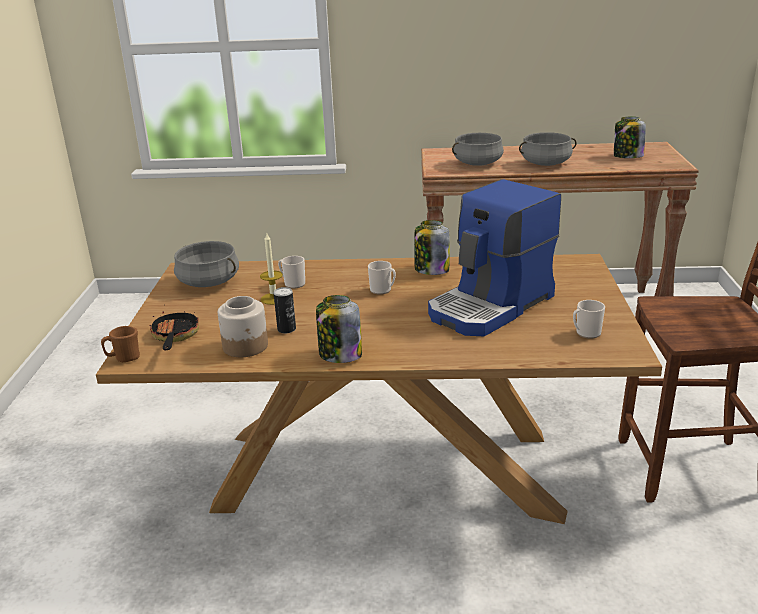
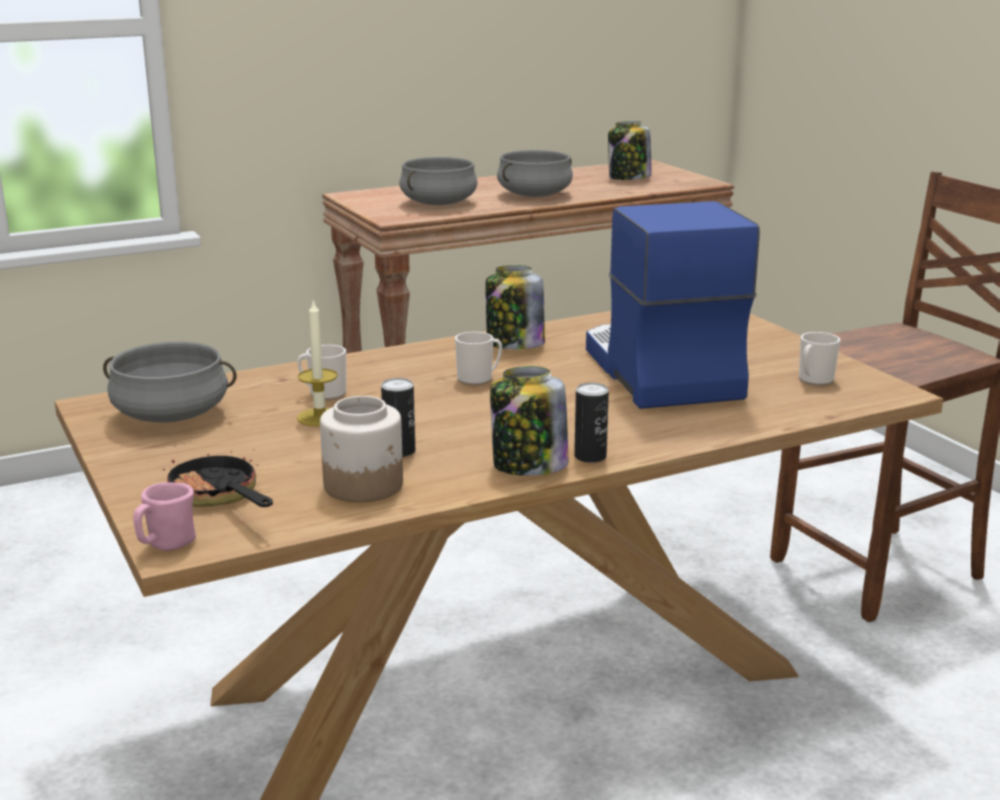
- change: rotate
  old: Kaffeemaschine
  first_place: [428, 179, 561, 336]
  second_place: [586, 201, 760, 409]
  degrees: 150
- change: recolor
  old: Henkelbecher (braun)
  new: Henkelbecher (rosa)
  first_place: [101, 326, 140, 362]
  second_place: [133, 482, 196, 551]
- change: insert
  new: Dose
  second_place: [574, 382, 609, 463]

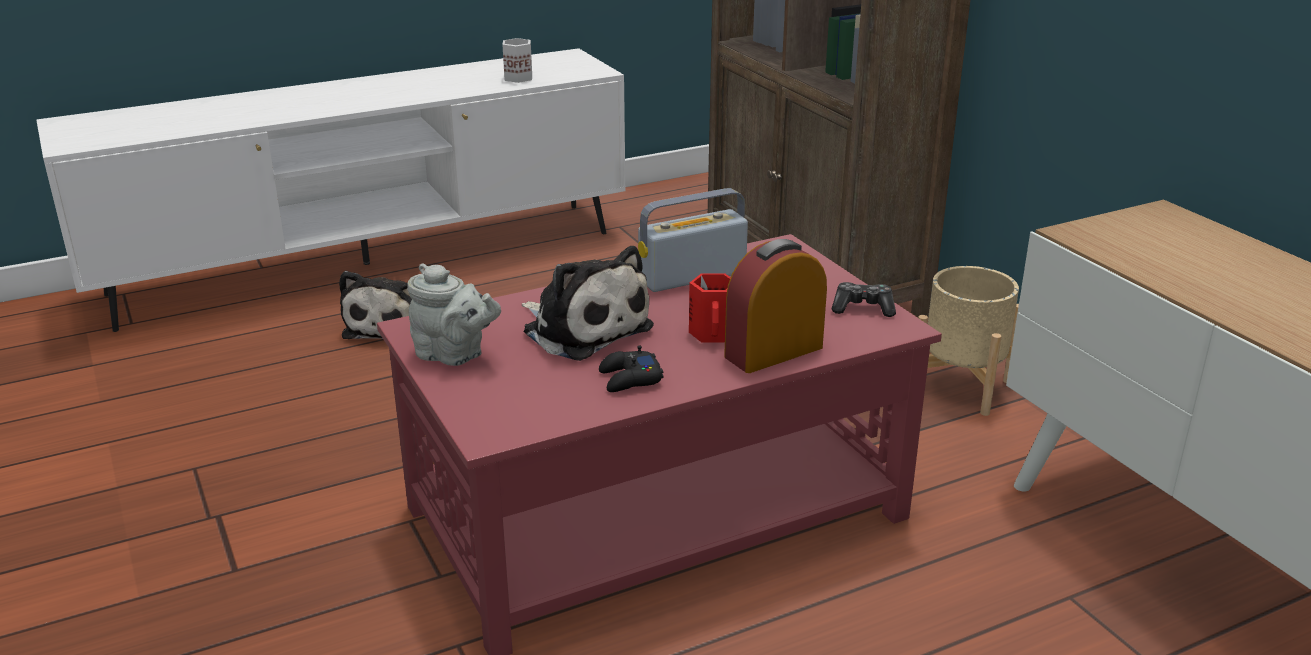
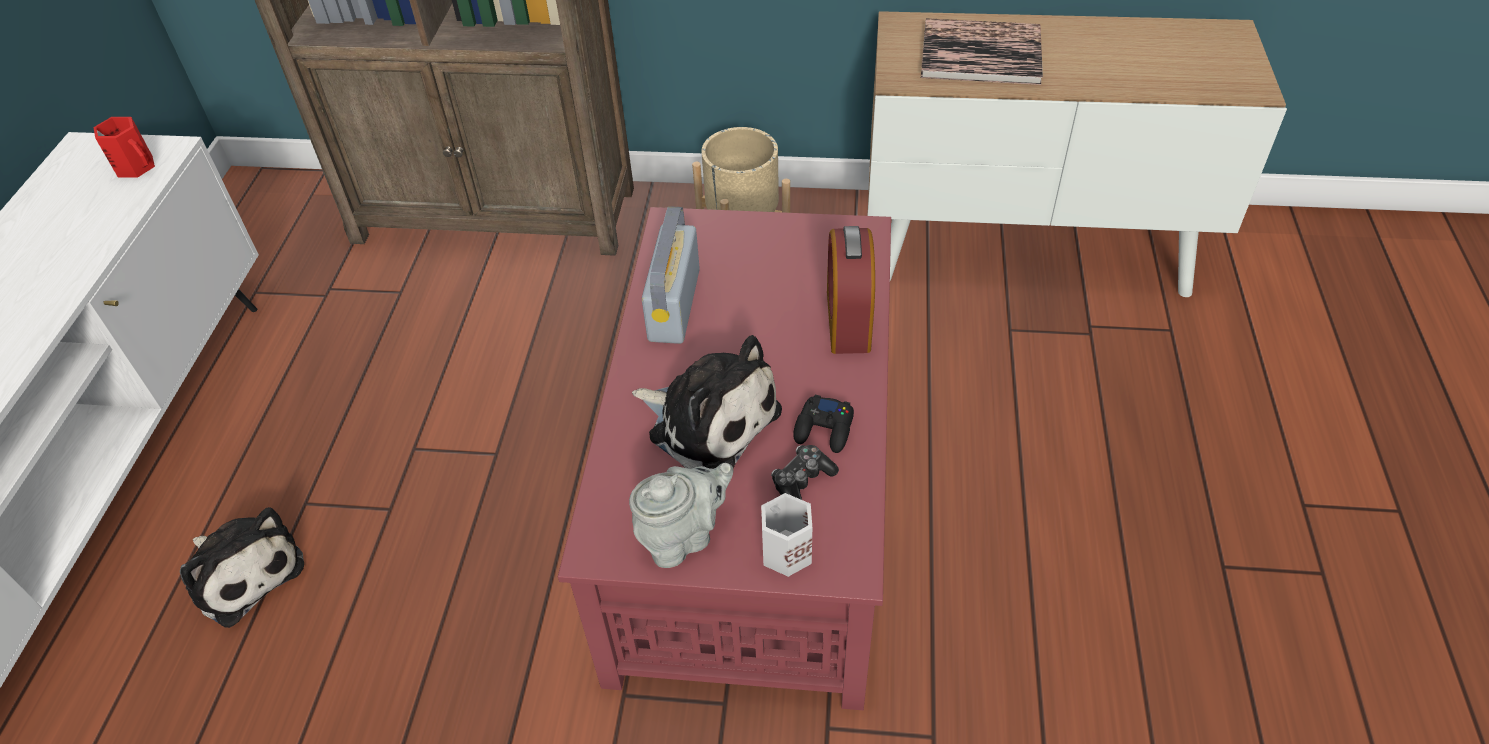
- change: move
  old: Henkelbecher (weiß)
  first_place: [502, 38, 532, 83]
  second_place: [761, 493, 812, 577]
- change: rotate
  old: Plüschtier
  first_place: [522, 246, 654, 361]
  second_place: [632, 335, 782, 469]
  degrees: 45
- change: move
  old: Henkelbecher (rot)
  first_place: [689, 274, 731, 342]
  second_place: [93, 117, 155, 178]
- change: move
  old: Gamepad
  first_place: [832, 282, 896, 317]
  second_place: [771, 445, 839, 500]
- change: insert
  new: Buch
  second_place: [921, 18, 1043, 85]

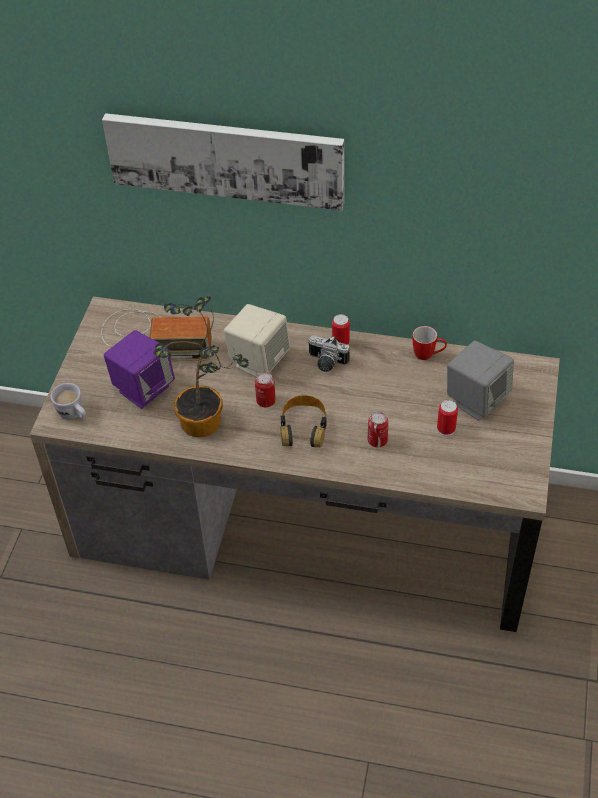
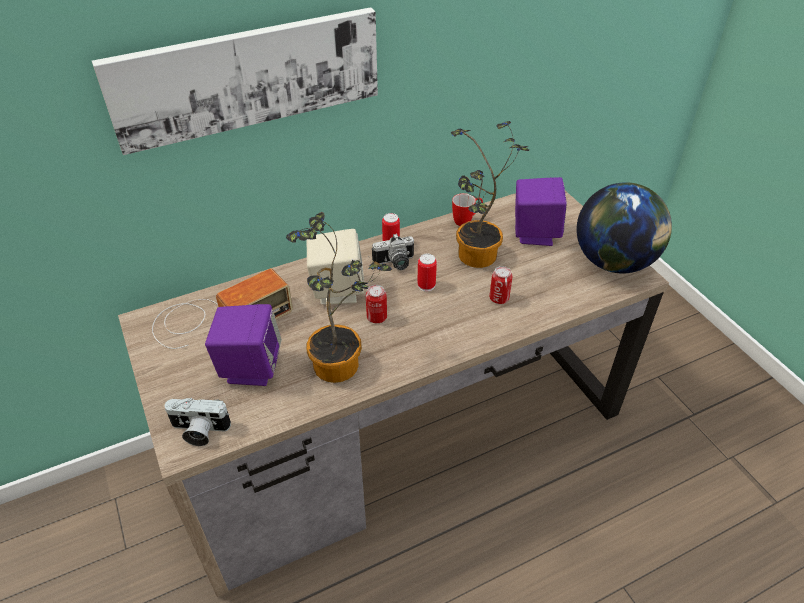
- change: recolor
  old: Lautsprecher (grau)
  new: Lautsprecher (lila)
  first_place: [447, 340, 514, 421]
  second_place: [515, 177, 567, 246]
- change: replace
  old: Henkelbecher (weiß)
  new: Kamera
  first_place: [50, 383, 86, 420]
  second_place: [165, 398, 231, 446]
- change: delete
  old: Kopfhörer
  first_place: [280, 395, 327, 447]
- change: move
  old: Dose
  first_place: [437, 400, 458, 436]
  second_place: [417, 254, 437, 292]
- change: insert
  new: Topfpflanze
  second_place: [451, 121, 530, 268]
- change: insert
  new: Globus
  second_place: [577, 182, 672, 273]

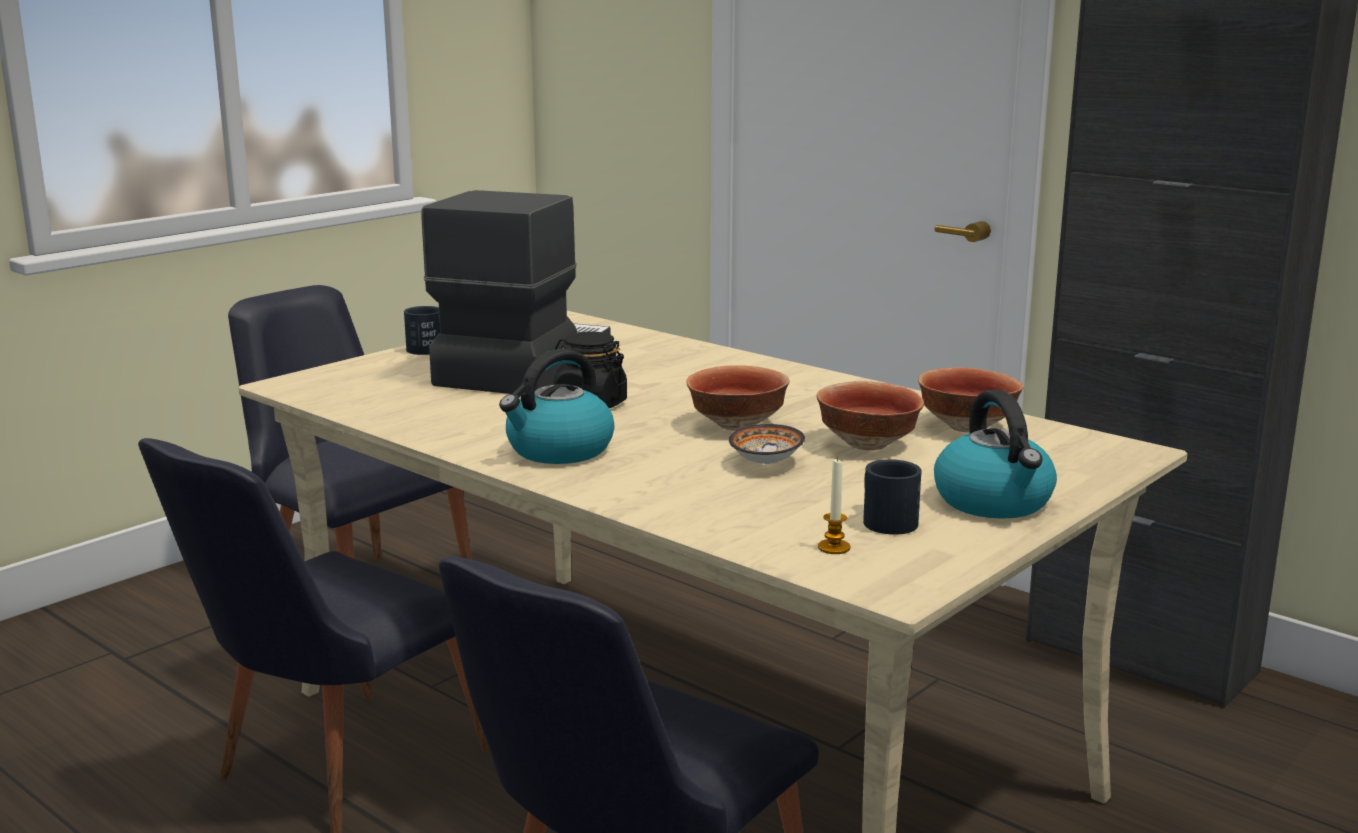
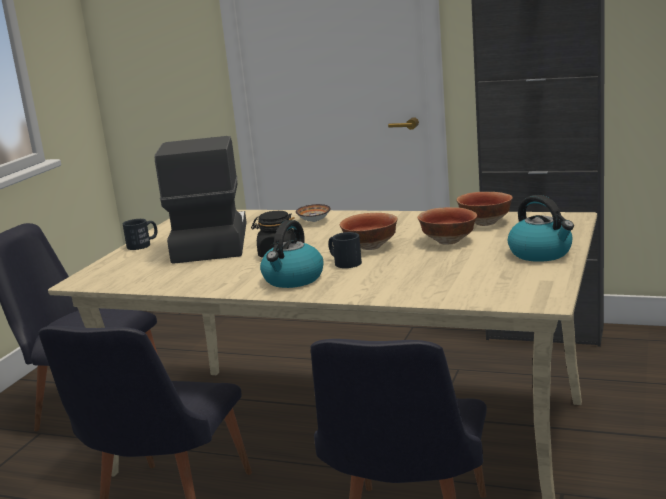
- change: move
  old: Schüssel
  first_place: [729, 424, 805, 464]
  second_place: [296, 204, 331, 222]
- change: delete
  old: Kerze
  first_place: [818, 457, 850, 554]
- change: move
  old: Henkelbecher (schwarz)
  first_place: [863, 459, 922, 535]
  second_place: [329, 232, 362, 268]

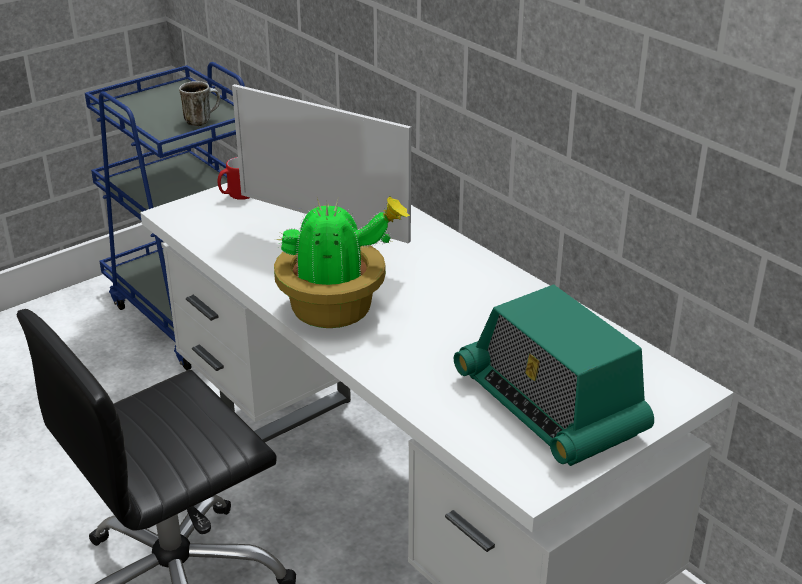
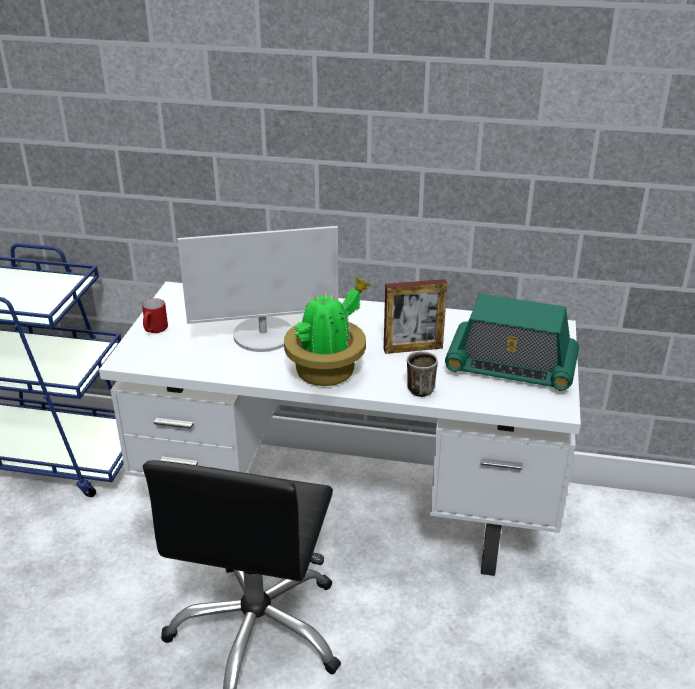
- change: move
  old: Henkelbecher
  first_place: [179, 81, 220, 126]
  second_place: [407, 351, 438, 397]
- change: insert
  new: Bilderrahmen
  second_place: [384, 279, 447, 354]

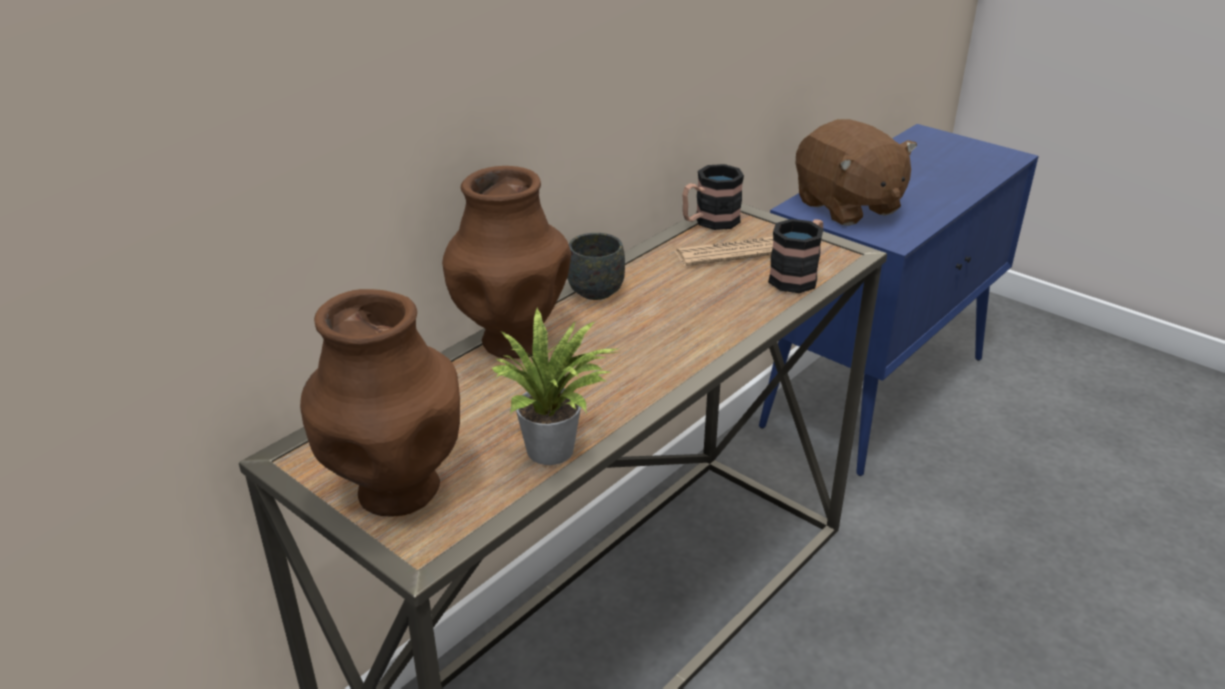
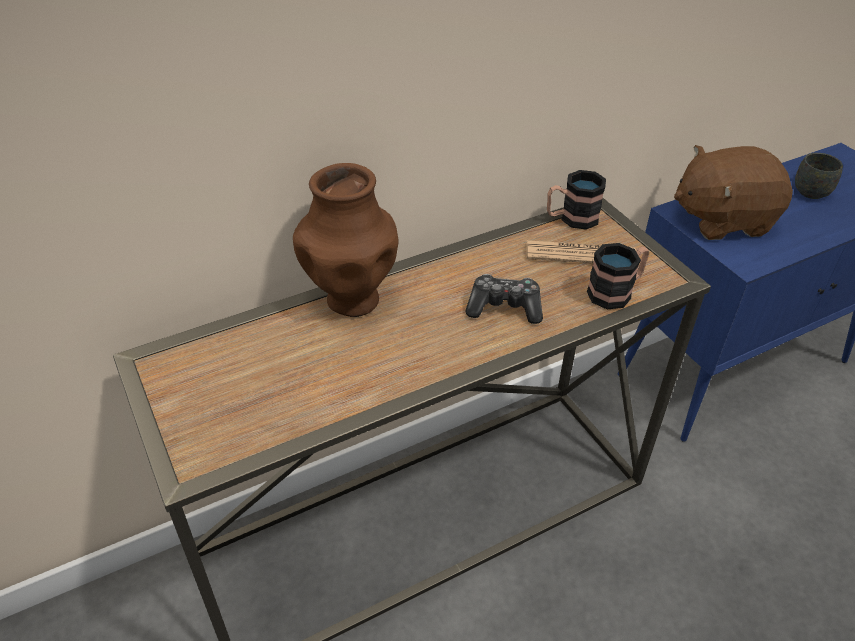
- change: rotate
  old: Plüschtier (braun)
  first_place: [796, 119, 917, 226]
  second_place: [674, 145, 793, 240]
  degrees: 90
- change: move
  old: Henkelbecher (grau)
  first_place: [567, 233, 625, 300]
  second_place: [795, 153, 843, 199]
- change: delete
  old: Vase (braun)
  first_place: [300, 289, 460, 516]
- change: delete
  old: Topfpflanze
  first_place: [492, 307, 619, 465]
- change: insert
  new: Gamepad
  second_place: [465, 274, 543, 324]

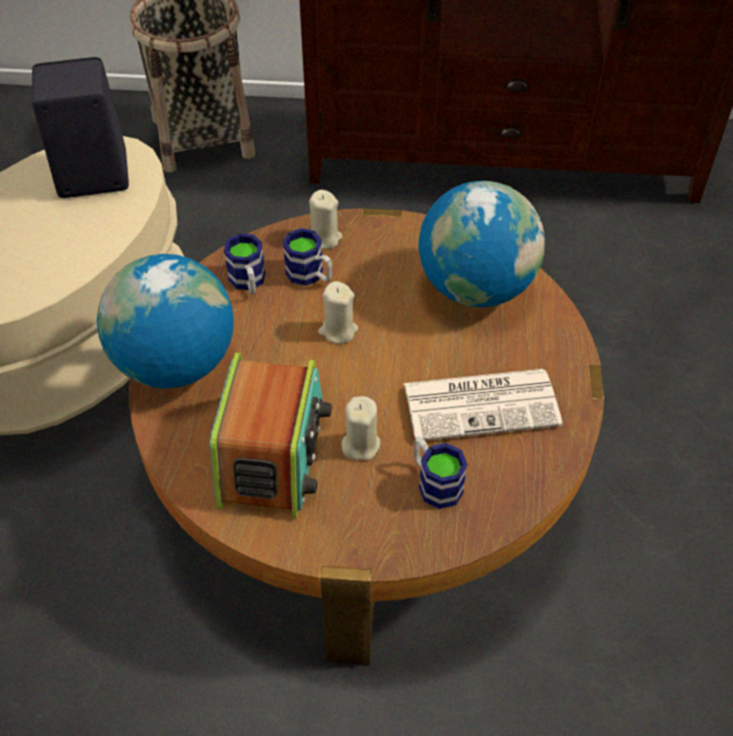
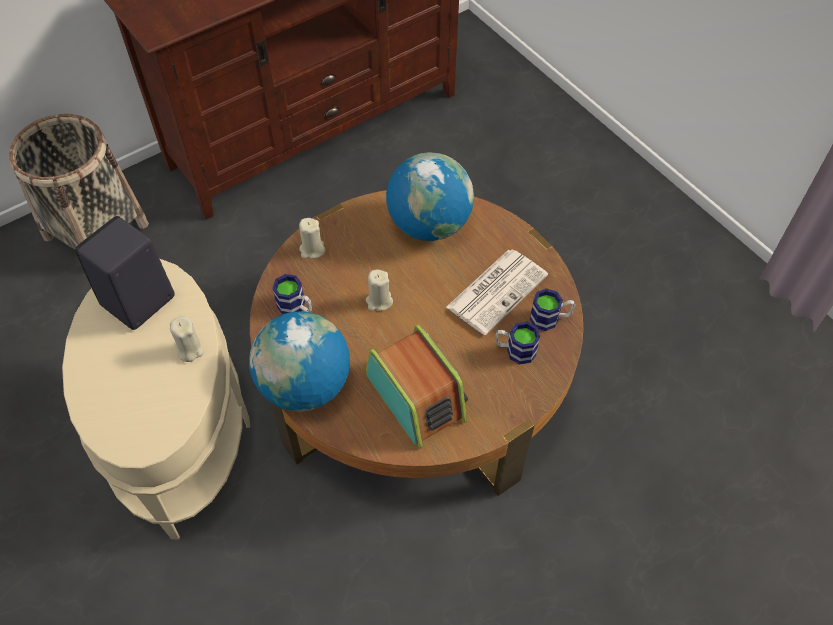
- change: move
  old: Henkelbecher
  first_place: [283, 228, 332, 286]
  second_place: [530, 288, 575, 331]
- change: move
  old: Kerze (beige)
  first_place: [341, 396, 381, 461]
  second_place: [170, 316, 204, 362]

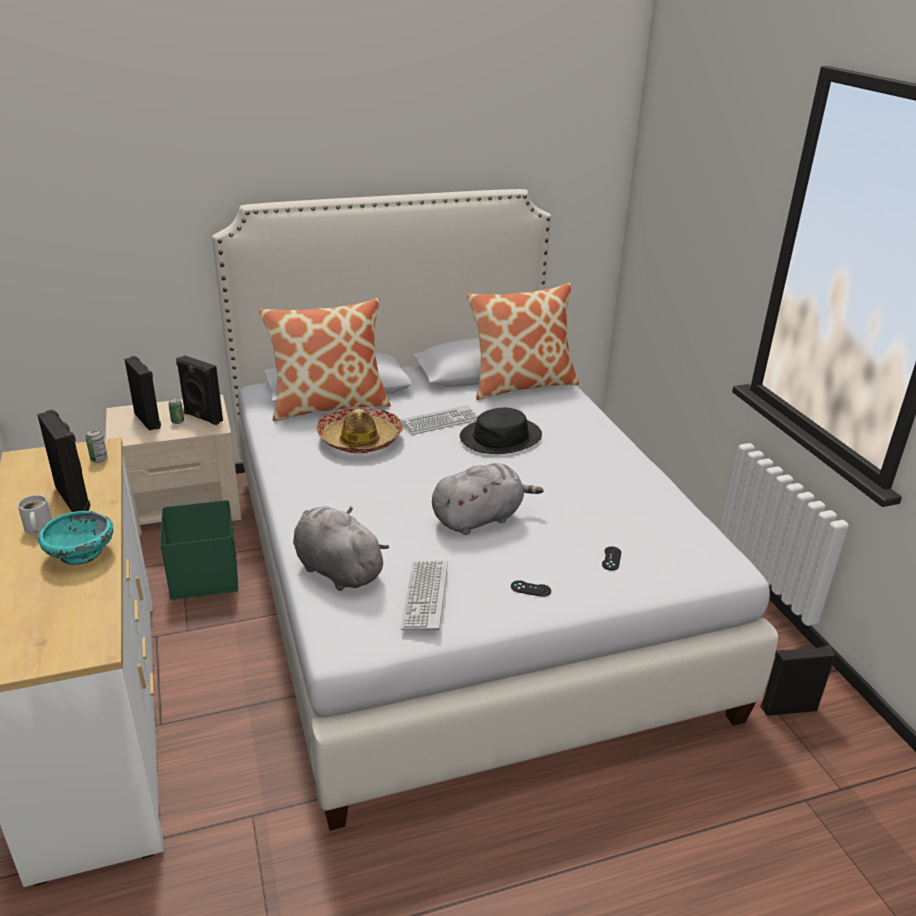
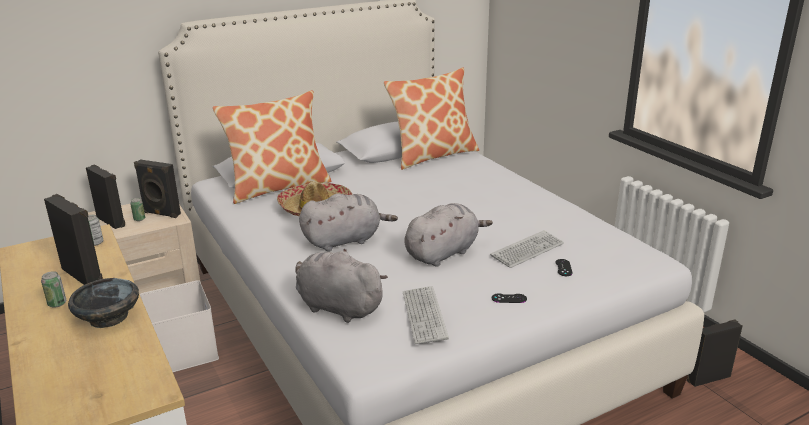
- change: move
  old: Tastatur
  first_place: [400, 405, 478, 435]
  second_place: [490, 230, 564, 268]
- change: delete
  old: Hut (schwarz)
  first_place: [460, 408, 542, 454]
- change: replace
  old: Henkelbecher (weiß)
  new: Dose
  first_place: [18, 495, 52, 534]
  second_place: [41, 271, 66, 308]
- change: recolor
  old: Aufbewahrungsbox (grün)
  new: Aufbewahrungsbox (weiß)
  first_place: [160, 500, 239, 600]
  second_place: [140, 280, 219, 372]
- change: recolor
  old: Schüssel (türkis)
  new: Schüssel (schwarz)
  first_place: [38, 511, 113, 565]
  second_place: [68, 278, 139, 328]
- change: insert
  new: Plüschtier (grau)
  second_place: [299, 193, 398, 251]

